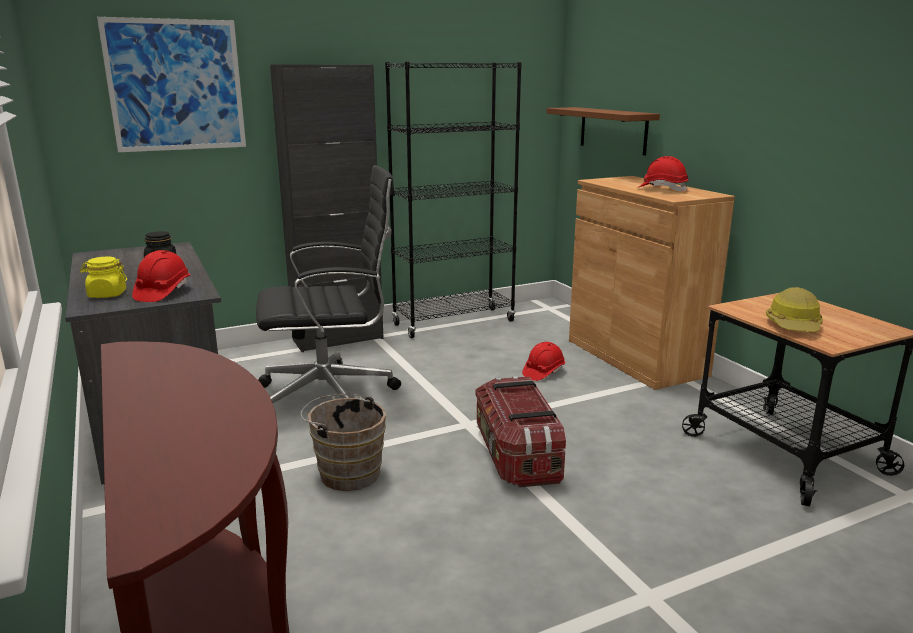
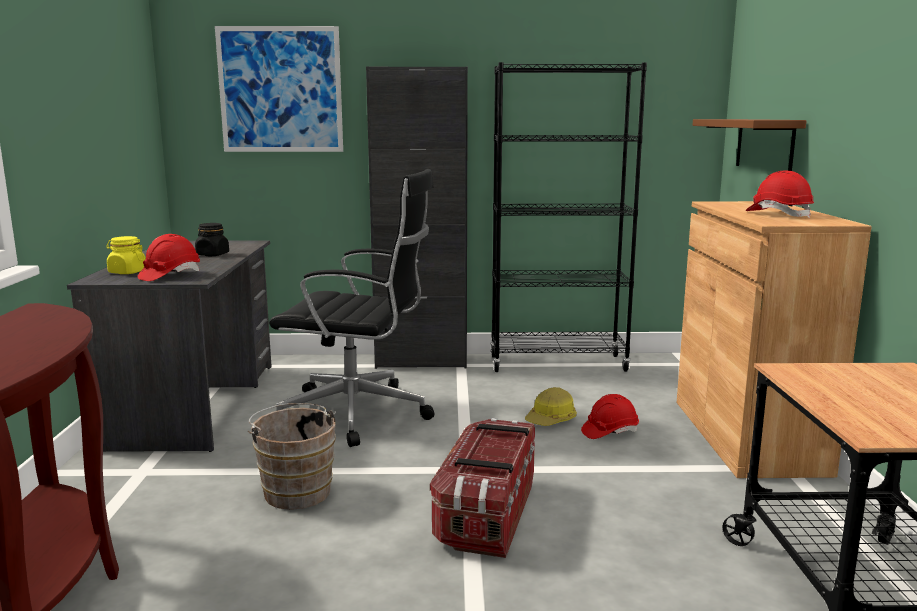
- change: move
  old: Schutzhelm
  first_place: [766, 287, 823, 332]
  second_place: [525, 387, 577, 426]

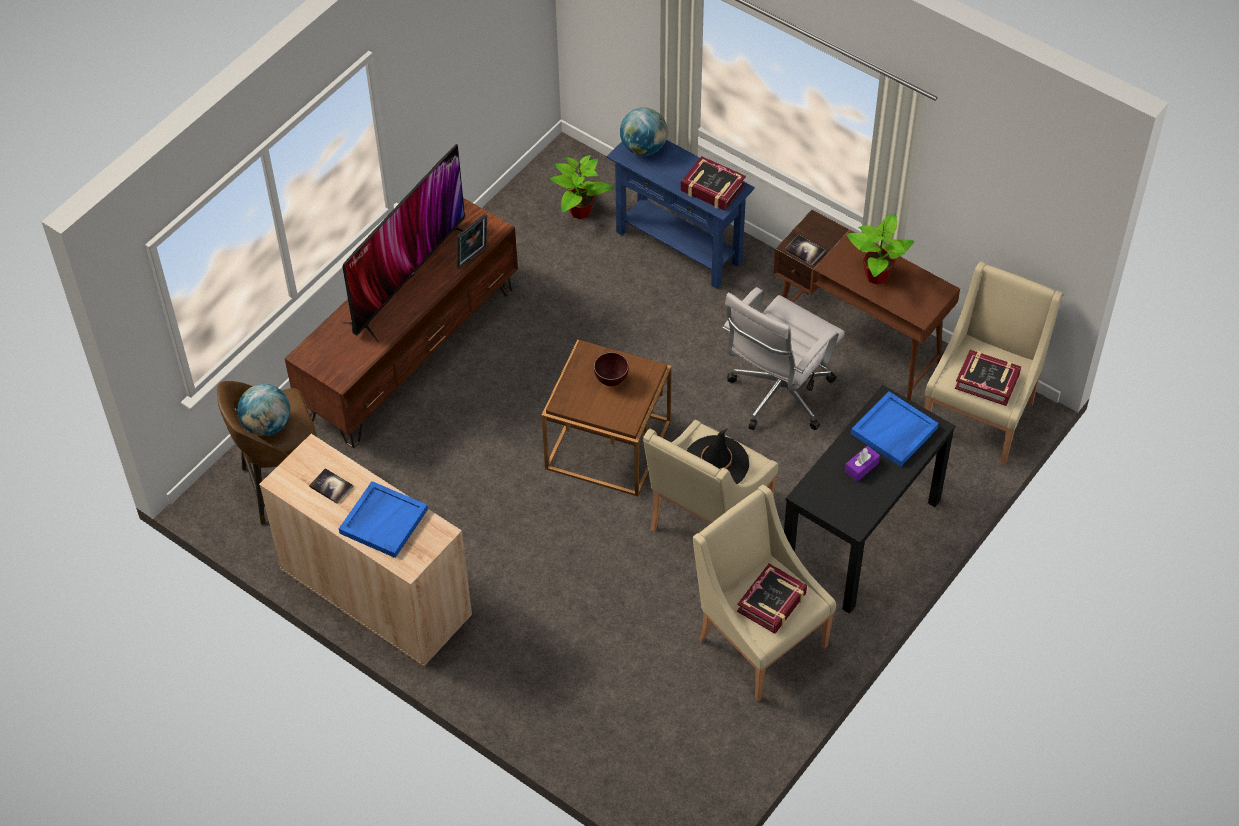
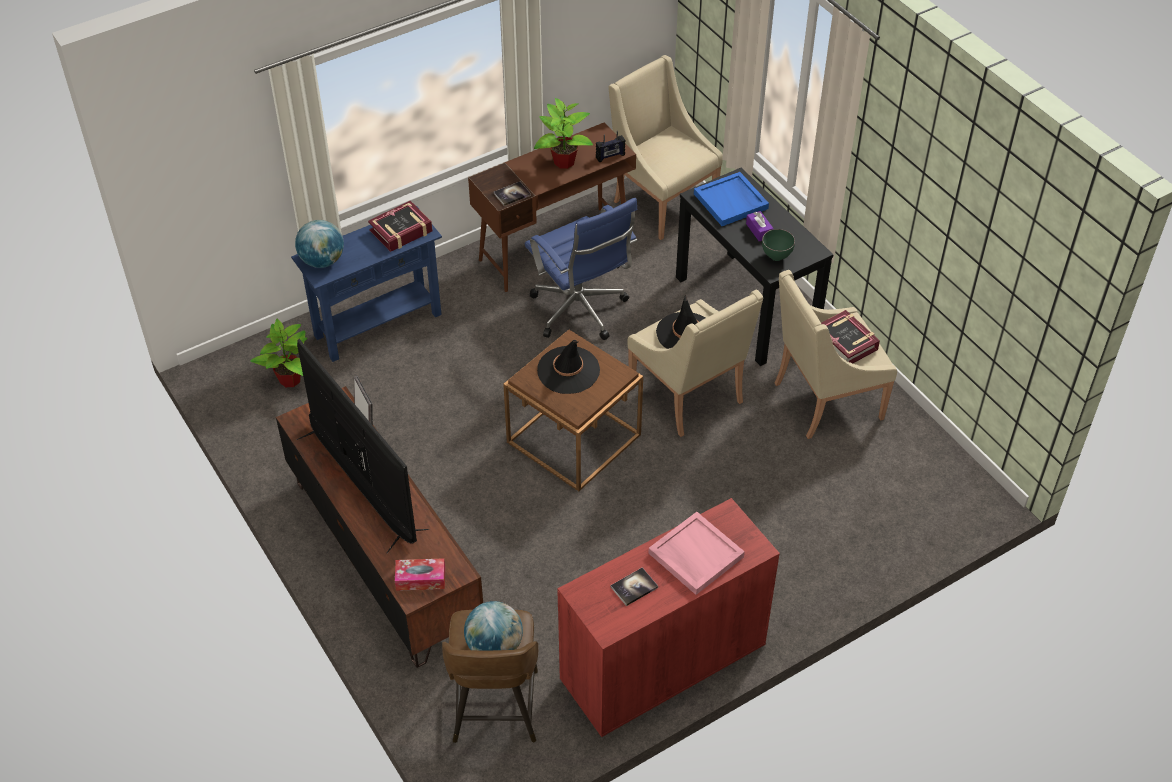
- change: recolor
  old: Bürostuhl (weiß)
  new: Bürostuhl (blau)
  first_place: [722, 287, 845, 430]
  second_place: [525, 197, 637, 340]
- change: delete
  old: Buch
  first_place: [955, 350, 1021, 406]
- change: replace
  old: Schüssel (braun)
  new: Hut (schwarz)
  first_place: [594, 352, 629, 386]
  second_place: [537, 340, 600, 394]
- change: recolor
  old: Schrank (beige)
  new: Schrank (rot)
  first_place: [259, 434, 472, 667]
  second_place: [558, 498, 780, 737]
- change: recolor
  old: Tablett (blau)
  new: Tablett (rosa)
  first_place: [339, 481, 428, 558]
  second_place: [648, 512, 745, 595]
- change: insert
  new: Radio
  second_place: [596, 131, 625, 162]
- change: insert
  new: Schüssel (grün)
  second_place: [762, 229, 795, 261]
- change: insert
  new: Taschentuchbox
  second_place: [395, 558, 445, 591]

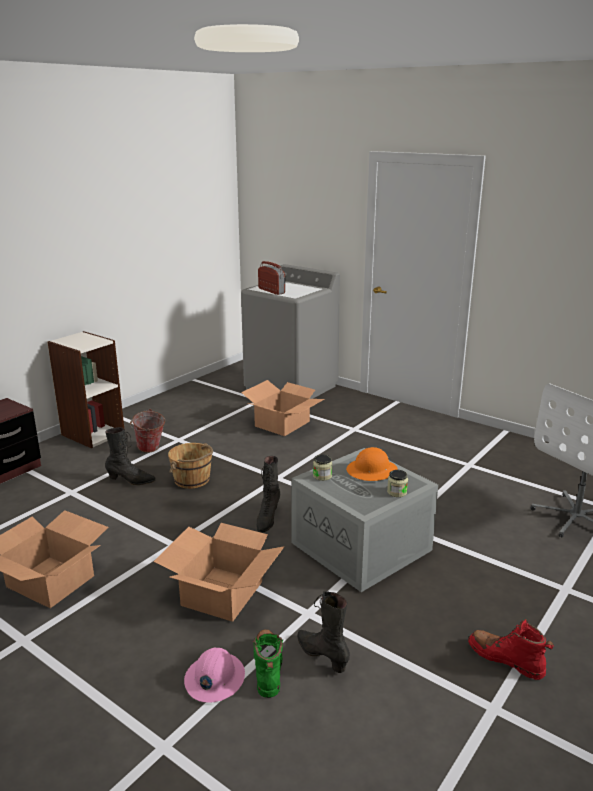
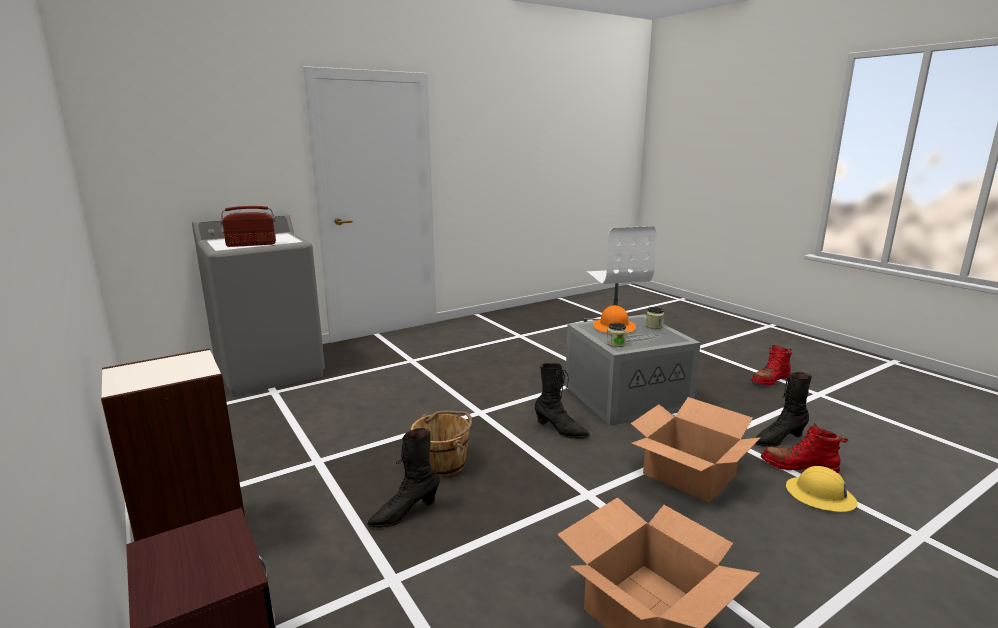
- change: delete
  old: Karton
  first_place: [241, 380, 324, 436]
- change: delete
  old: Eimer
  first_place: [130, 409, 165, 453]
- change: rotate
  old: Stiefel (schwarz)
  first_place: [105, 427, 156, 485]
  second_place: [367, 428, 440, 528]
  degrees: -150
- change: recolor
  old: Stiefel (grün)
  new: Stiefel (rot)
  first_place: [253, 629, 283, 698]
  second_place: [761, 423, 848, 473]
- change: recolor
  old: Schutzhelm (rosa)
  new: Schutzhelm (gelb)
  first_place: [184, 647, 245, 703]
  second_place: [786, 466, 858, 512]

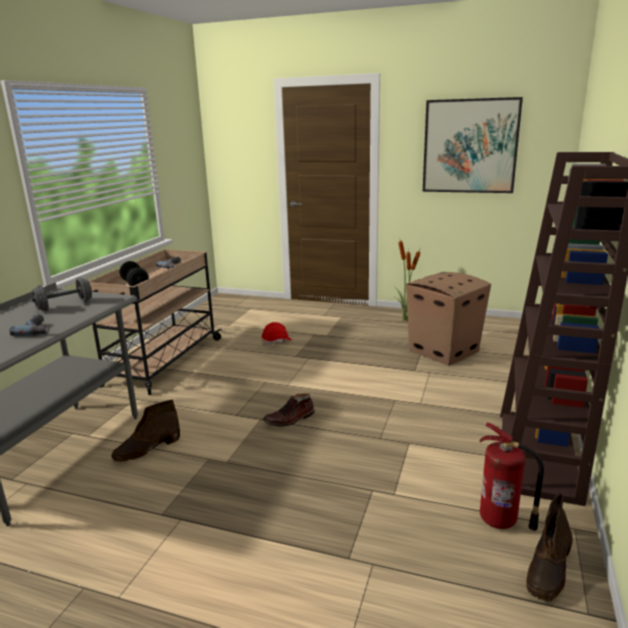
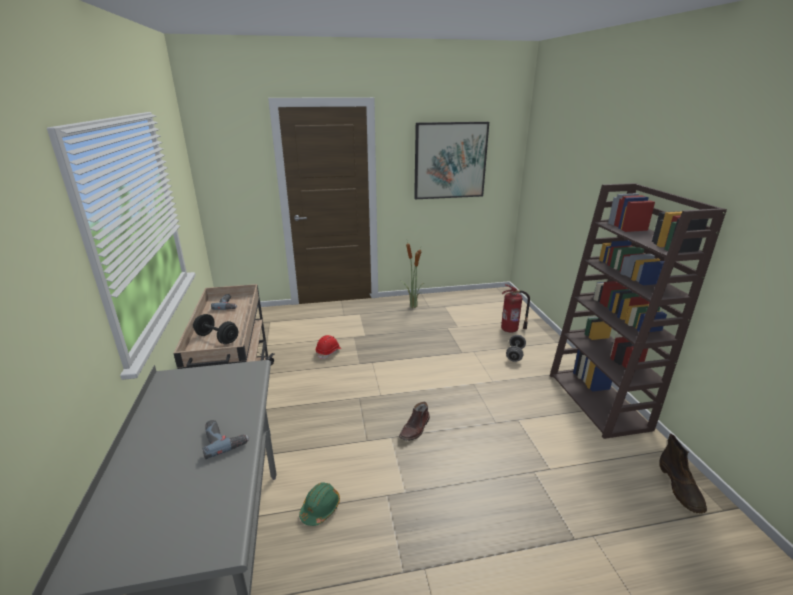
- change: delete
  old: Karton
  first_place: [406, 272, 491, 366]
- change: move
  old: Hantel (grau)
  first_place: [32, 277, 92, 311]
  second_place: [506, 335, 526, 362]
- change: replace
  old: Stiefel (braun)
  new: Schutzhelm (grün)
  first_place: [111, 400, 180, 462]
  second_place: [299, 482, 340, 526]
- change: move
  old: Feuerlöscher
  first_place: [479, 422, 544, 531]
  second_place: [501, 284, 530, 333]

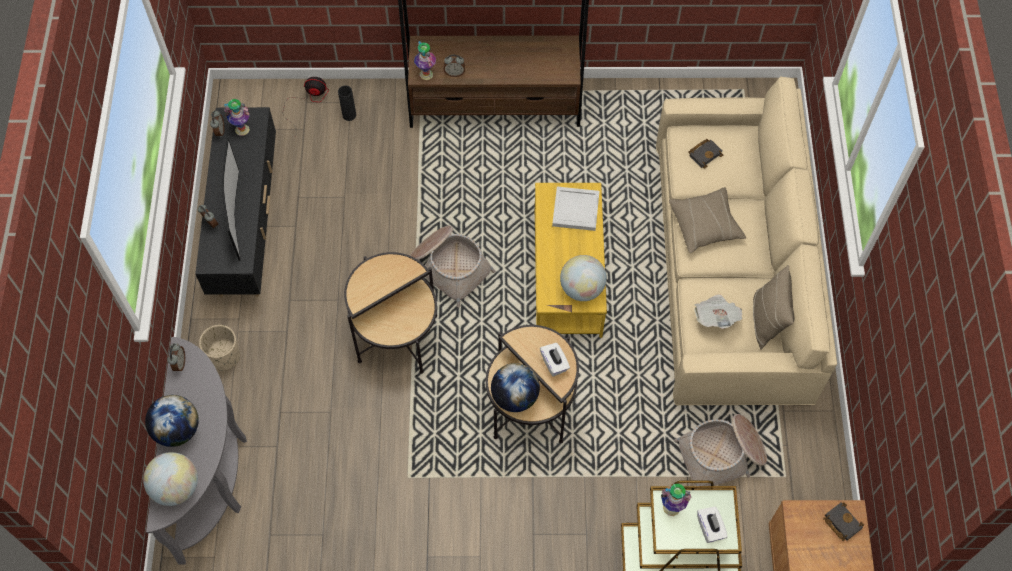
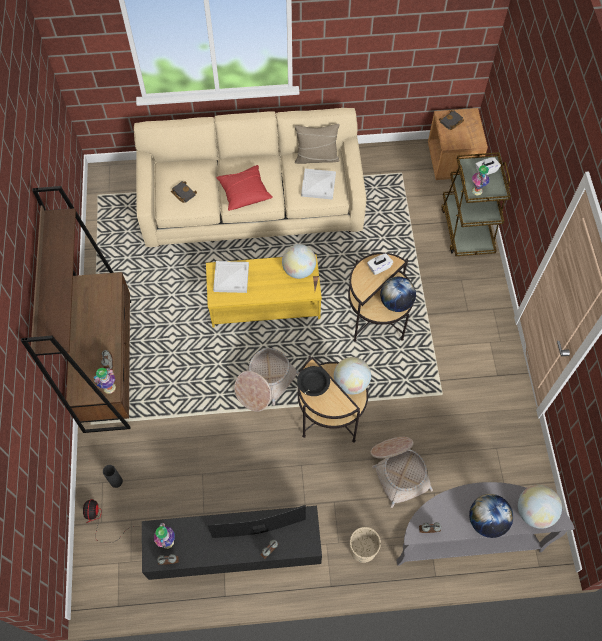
- change: recolor
  old: Kissen (beige)
  new: Kissen (rot)
  first_place: [669, 187, 746, 253]
  second_place: [216, 165, 273, 211]
- change: replace
  old: Zeitung
  new: Tablett (weiß)
  first_place: [694, 294, 742, 329]
  second_place: [301, 169, 336, 200]
- change: move
  old: Korb
  first_place: [674, 414, 767, 486]
  second_place: [371, 437, 433, 508]
- change: insert
  new: Globus
  second_place: [334, 357, 371, 394]
- change: insert
  new: Schüssel (schwarz)
  second_place: [297, 366, 330, 396]

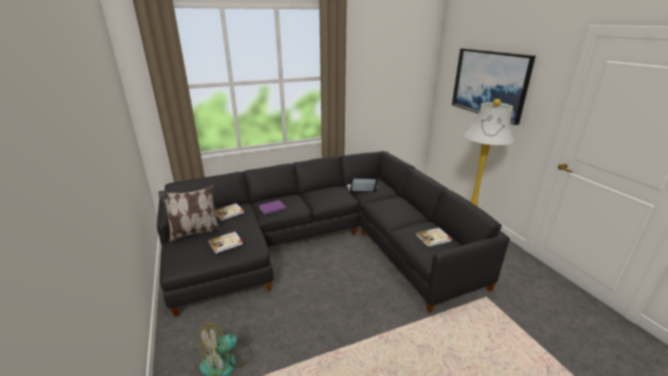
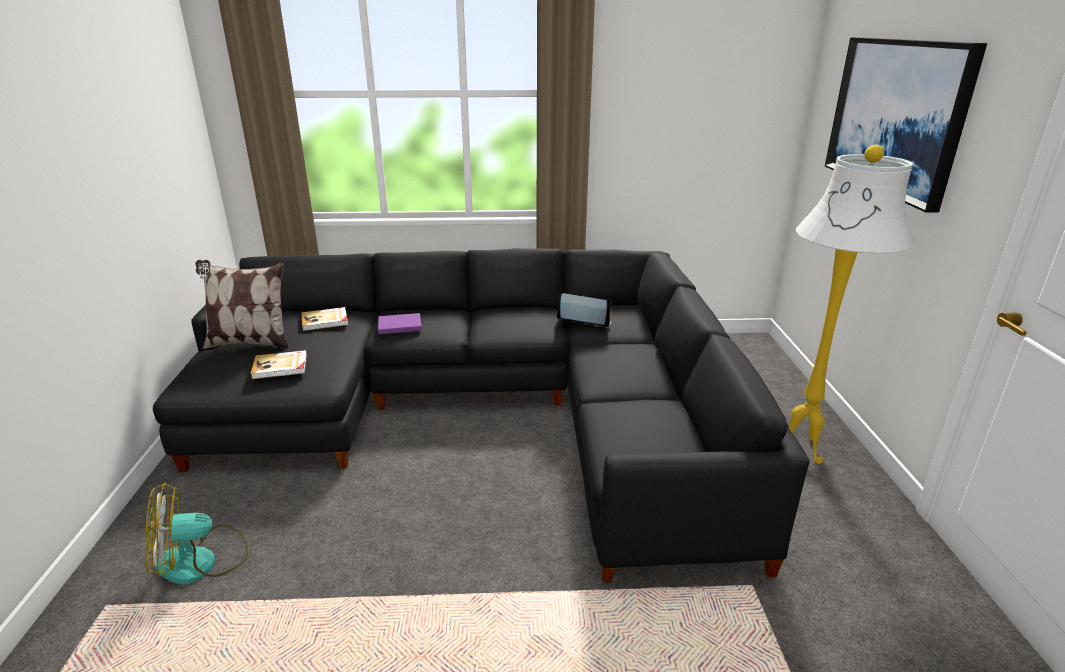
- change: delete
  old: Buch
  first_place: [416, 228, 452, 247]

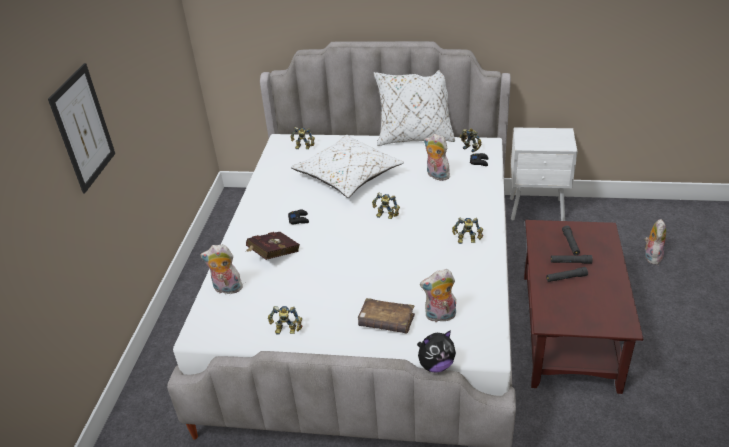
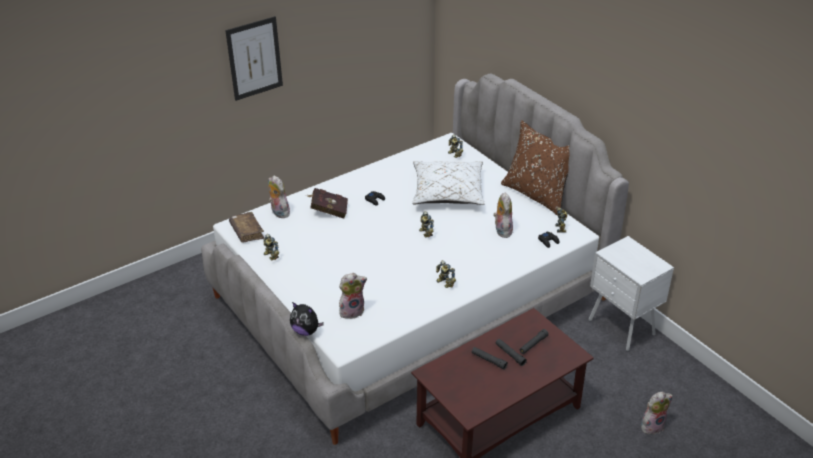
- change: recolor
  old: Kissen (weiß)
  new: Kissen (braun)
  first_place: [374, 70, 455, 146]
  second_place: [501, 120, 570, 216]
- change: rotate
  old: Plüschtier
  first_place: [420, 269, 456, 322]
  second_place: [339, 273, 367, 319]
  degrees: 120
- change: move
  old: Buch (braun)
  first_place: [358, 298, 415, 334]
  second_place: [229, 212, 264, 243]

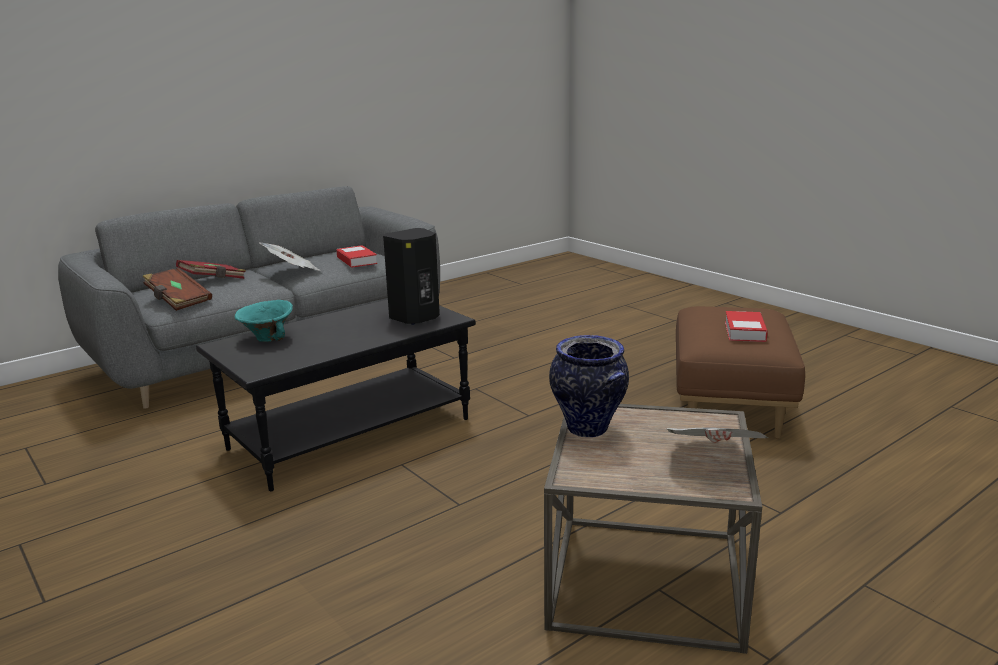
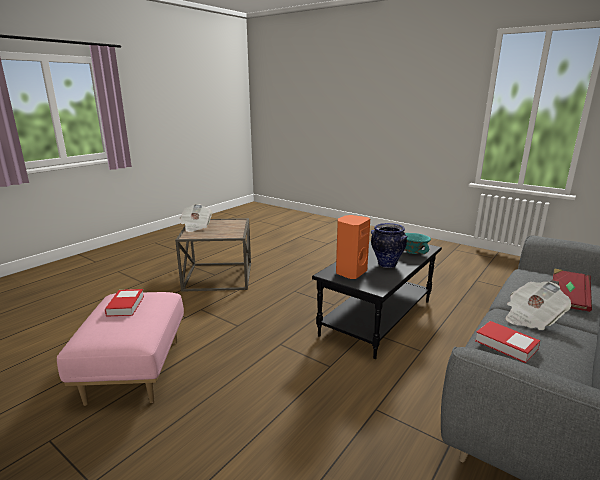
- change: recolor
  old: Lautsprecher (schwarz)
  new: Lautsprecher (orange)
  first_place: [383, 228, 440, 325]
  second_place: [336, 215, 370, 279]
- change: delete
  old: Buch (braun)
  first_place: [143, 268, 212, 311]
- change: recolor
  old: Polsterhocker (braun)
  new: Polsterhocker (rosa)
  first_place: [676, 306, 805, 439]
  second_place: [57, 292, 184, 406]
- change: move
  old: Vase
  first_place: [549, 335, 629, 438]
  second_place: [371, 223, 407, 268]

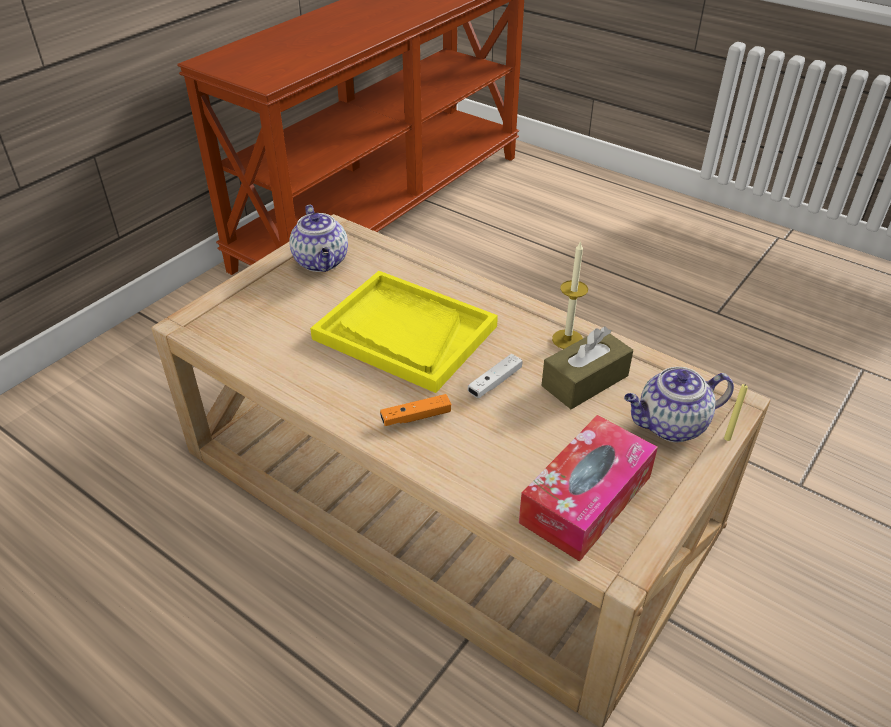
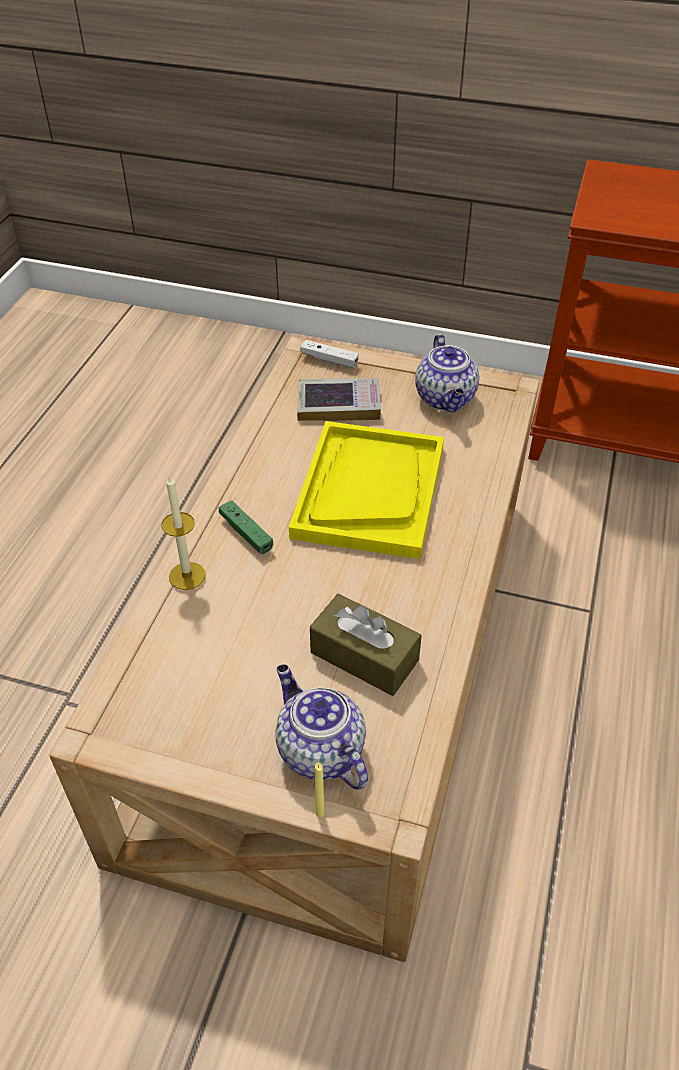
- change: rotate
  old: Teekanne
  first_place: [290, 205, 348, 272]
  second_place: [415, 334, 479, 412]
  degrees: -60
- change: move
  old: Kerze
  first_place: [552, 240, 588, 349]
  second_place: [161, 475, 206, 590]
- change: move
  old: Gamepad (weiß)
  first_place: [468, 354, 522, 398]
  second_place: [300, 340, 359, 368]
- change: recolor
  old: Gamepad (orange)
  new: Gamepad (grün)
  first_place: [380, 394, 451, 426]
  second_place: [219, 500, 273, 554]
- change: delete
  old: Taschentuchbox
  first_place: [519, 415, 658, 562]
- change: insert
  new: Buch
  second_place: [297, 378, 381, 421]

